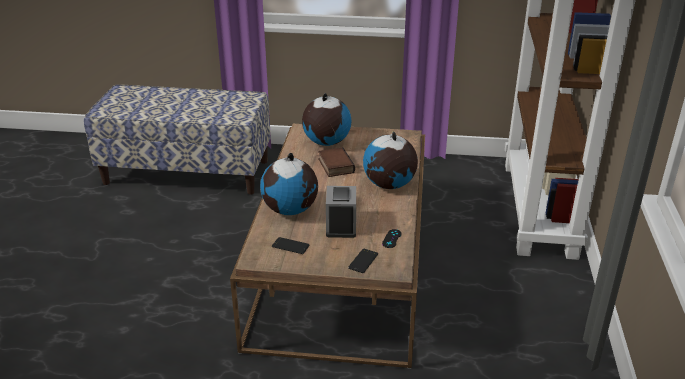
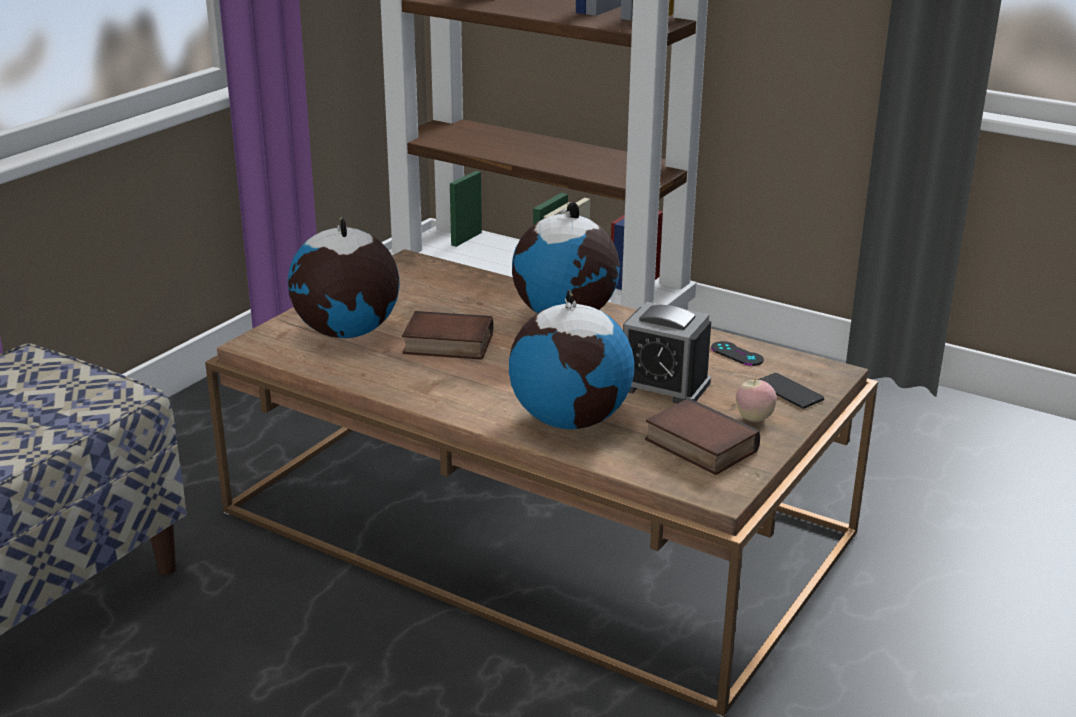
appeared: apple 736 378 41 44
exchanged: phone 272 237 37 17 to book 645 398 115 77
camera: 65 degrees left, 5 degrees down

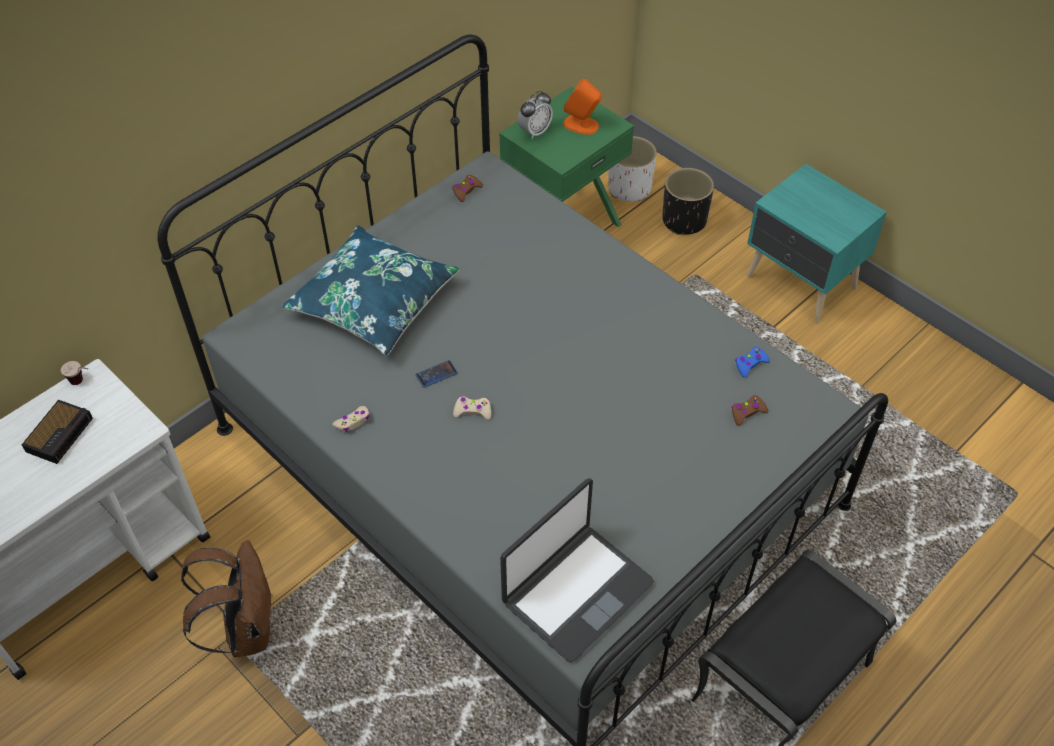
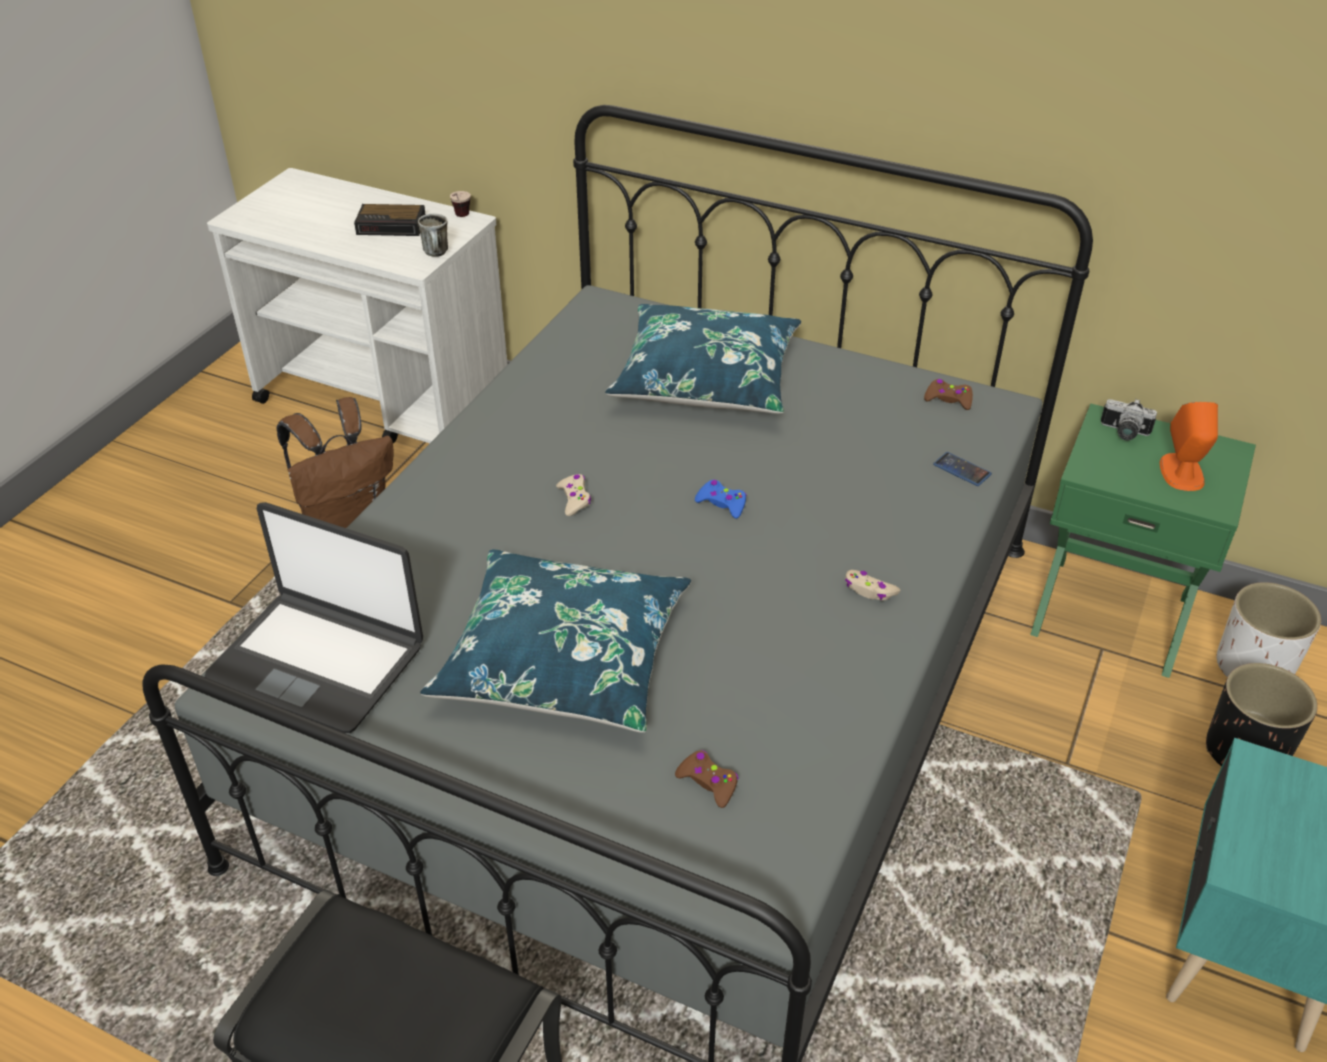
appeared: mug 418 214 30 43; pillow (blue) 420 549 271 184
relocated: game controller (blue) 735 347 35 31 to 695 480 52 39; phone 415 360 43 28 to 933 452 59 34; game controller (beige) 332 406 38 26 to 845 570 55 31
exchanged: alarm clock 518 91 35 48 to photo camera 1101 399 56 42
camera: 70 degrees right, 10 degrees down

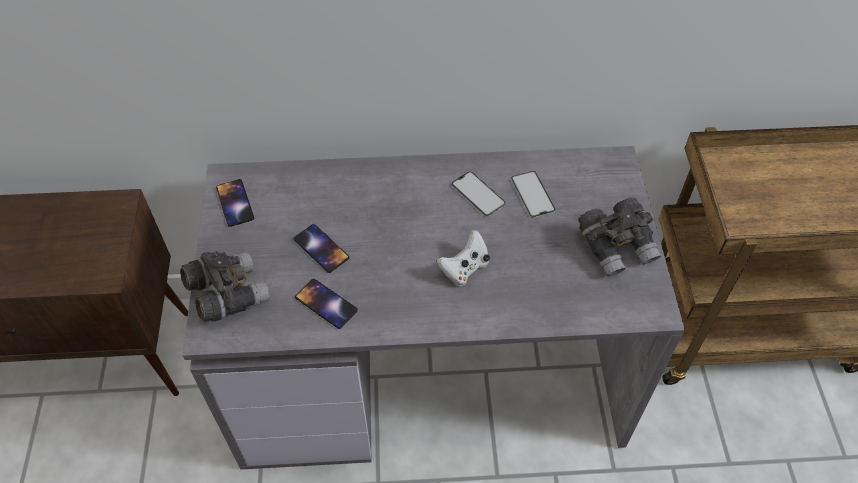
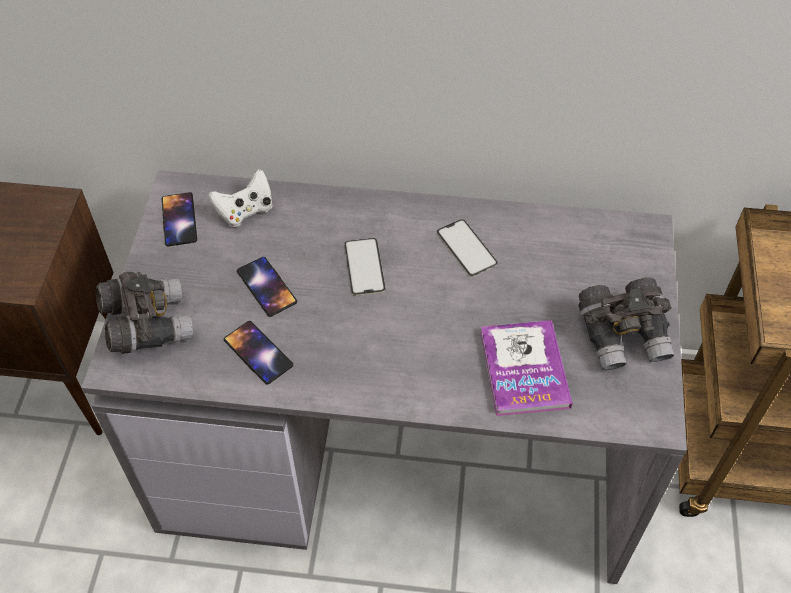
appeared: book 480 320 92 96
relocated: phone 511 171 45 47 to 344 238 42 58; game controller (white) 437 230 53 56 to 209 169 64 58
camera: 10 degrees right, 0 degrees up

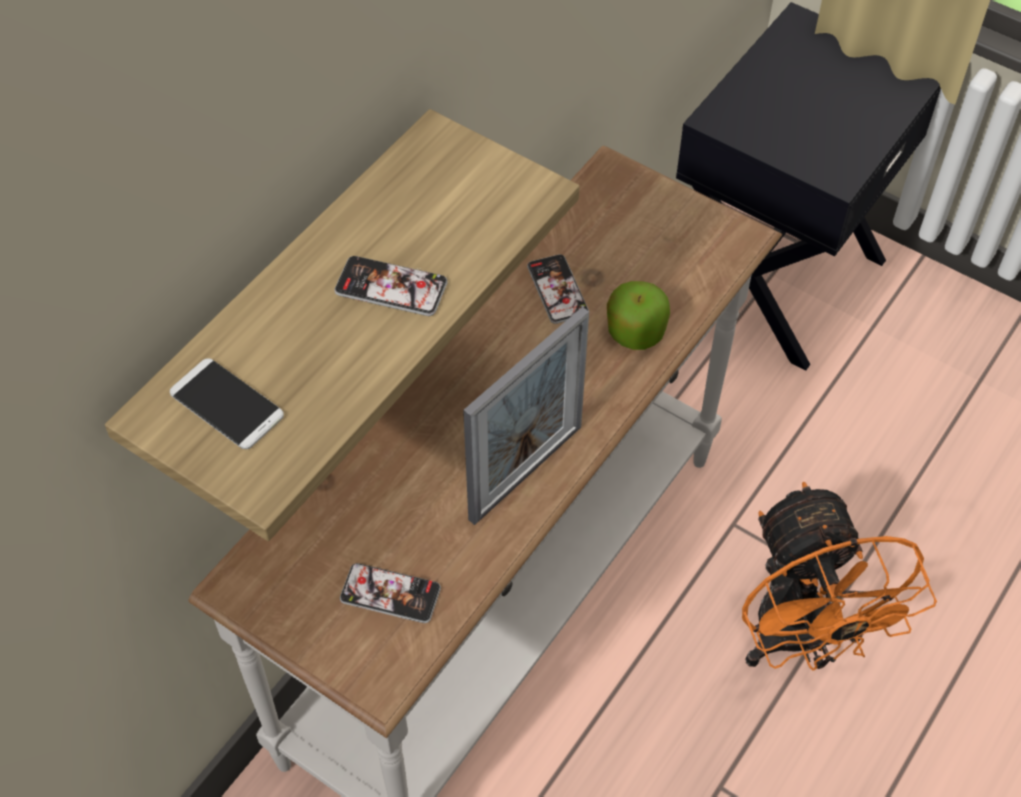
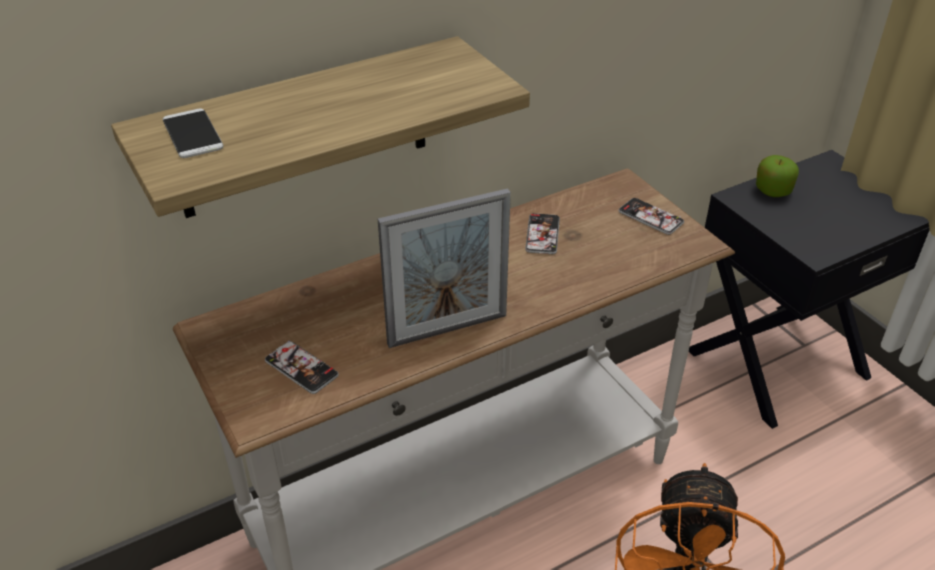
relocated: phone 334 256 114 60 to 618 198 66 37; apple 607 281 63 69 to 756 155 43 42
camera: 25 degrees right, 15 degrees down

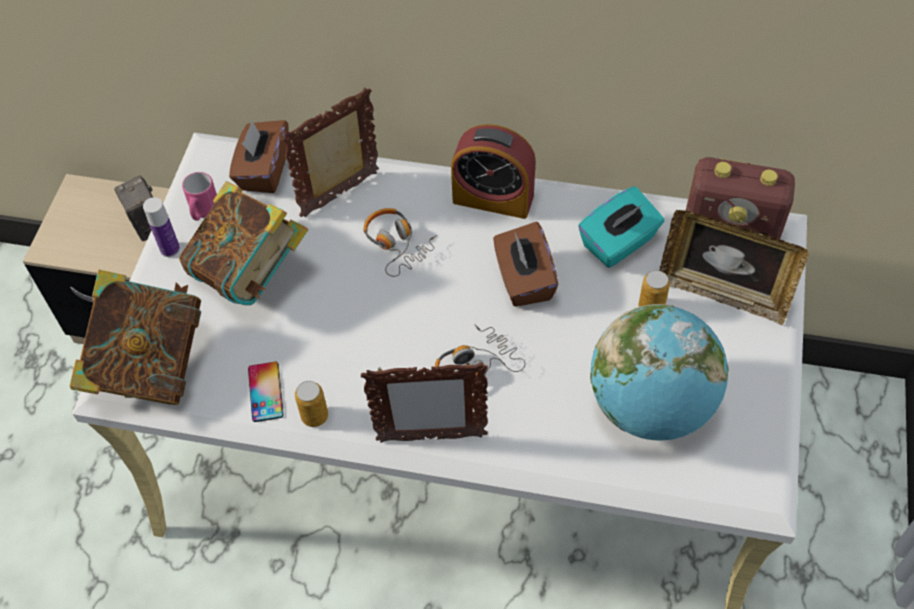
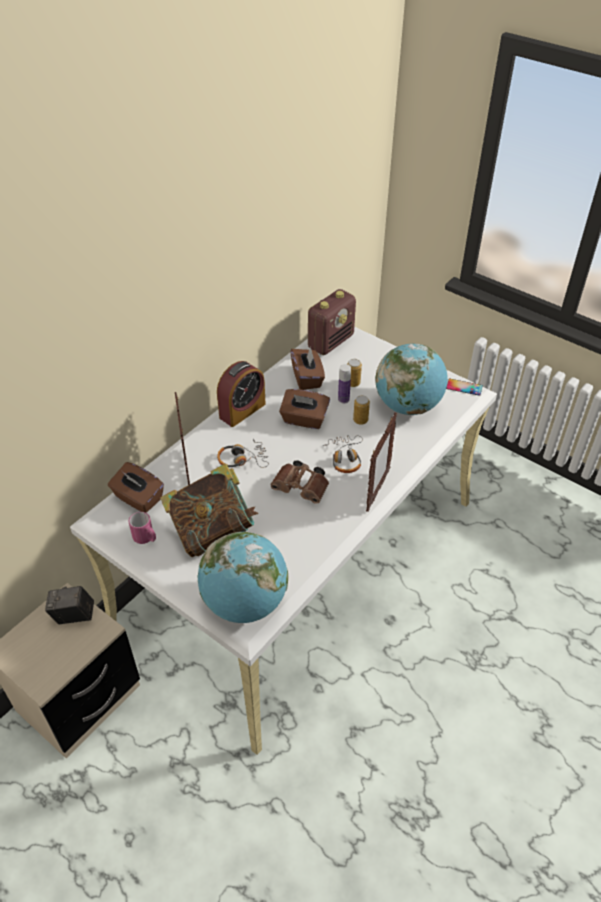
missing: picture frame 659 210 150 115
appeared: binoculars (brown) 271 460 58 44
relocated: bottle 143 197 37 60 to 338 364 13 39; phone 248 362 36 60 to 446 379 37 17; can 295 381 33 46 to 353 395 17 30
exchanged: book 69 270 132 135 to globe 197 532 91 91
colour: tissue box (turquoise) 578 186 87 82 to tissue box (brown) 290 347 35 43
camera: 65 degrees left, 10 degrees down

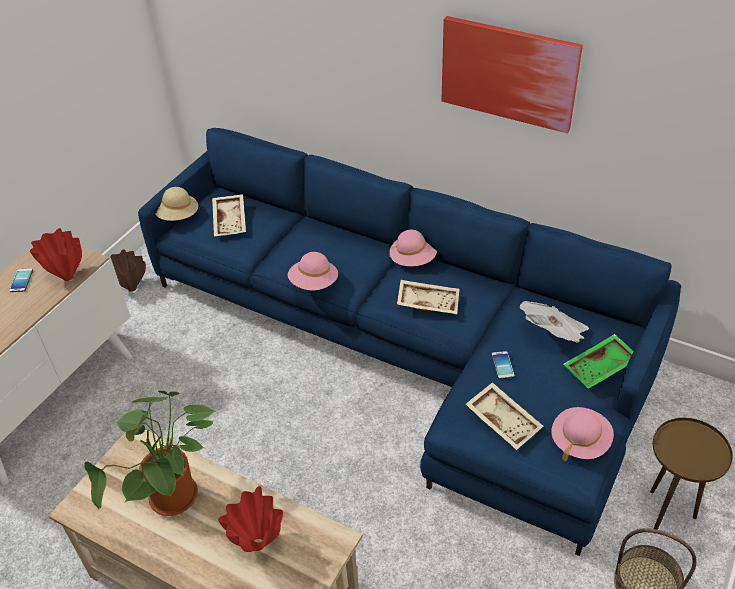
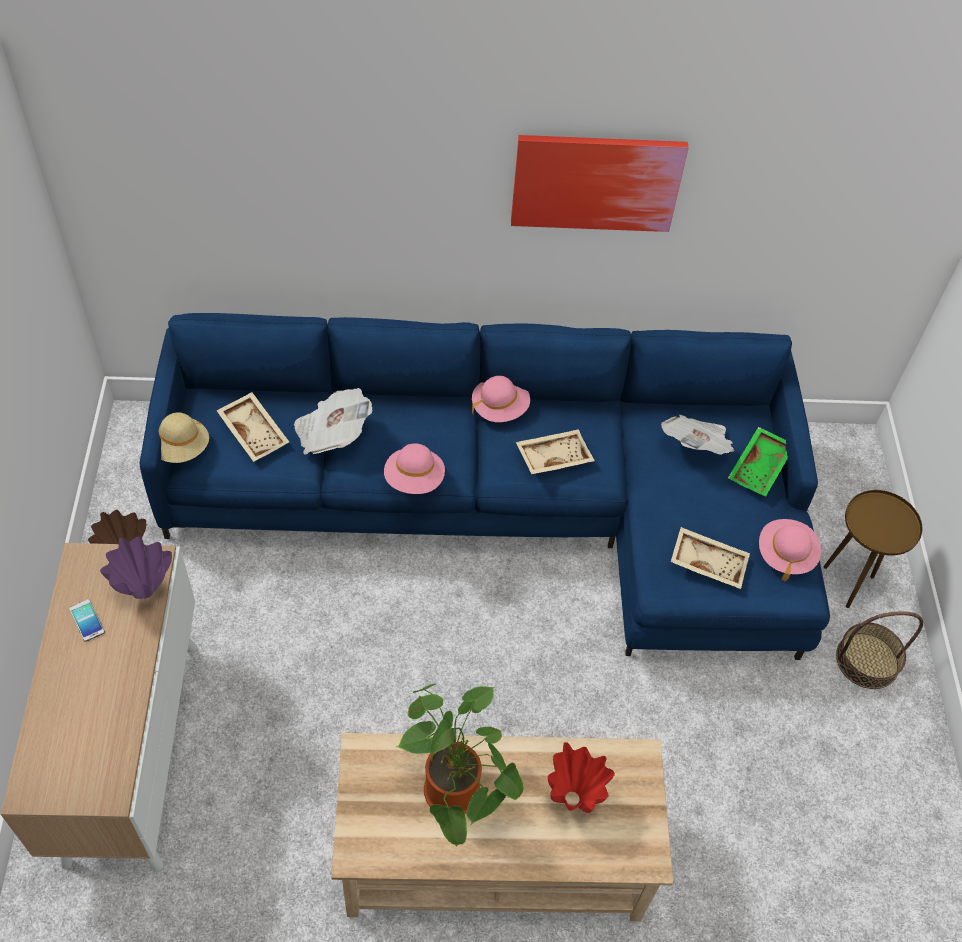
missing: phone 491 351 24 28
appeared: newspaper 294 388 78 67
colour: vase (red) 30 228 52 53 to vase (purple) 100 537 72 62
camera: 35 degrees left, 10 degrees up

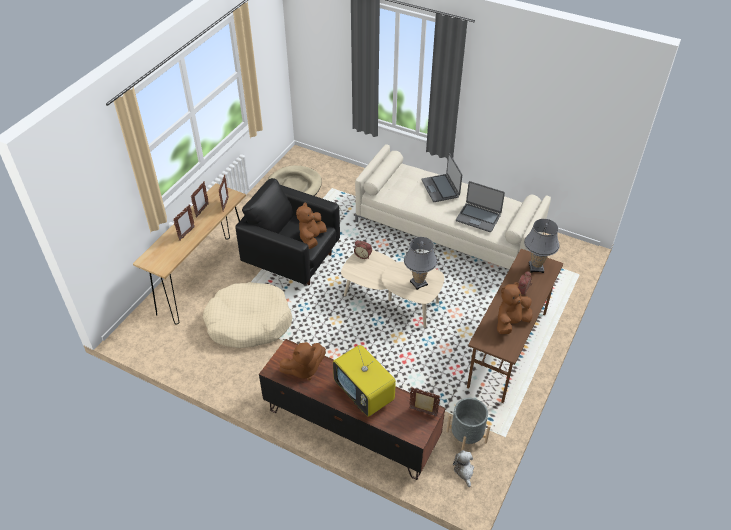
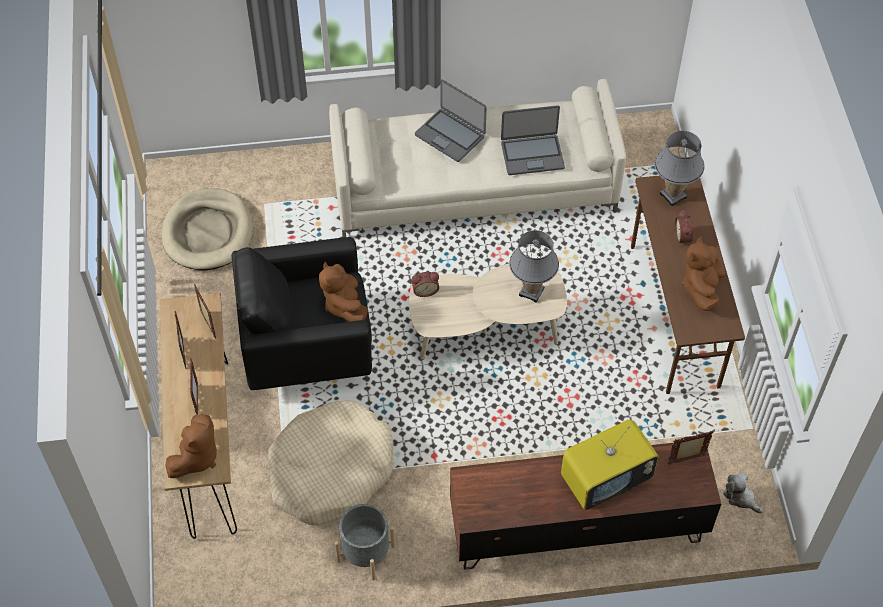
relocated: plush toy (brown) 279 342 47 38 to 165 414 52 64; planter (grey) 446 398 45 53 to 335 504 60 77
spun: television 333 345 63 72 = 561 420 97 90 45 degrees counterclockwise
camera: 35 degrees left, 10 degrees up

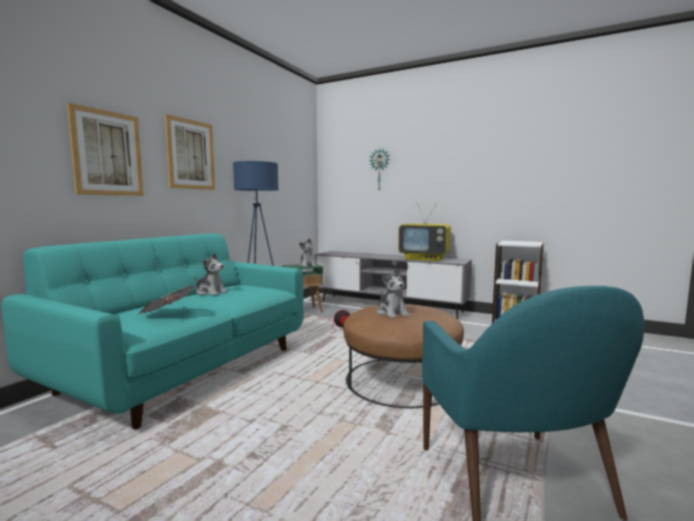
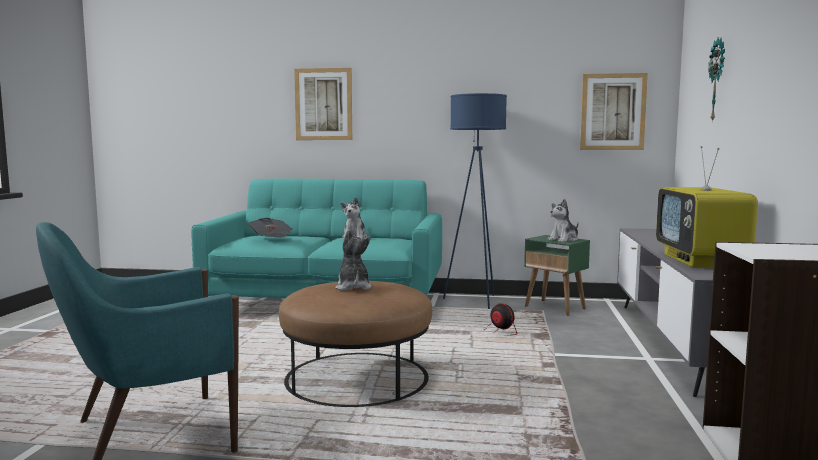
relocated: picture 165 114 50 76 to 580 73 68 77
spun: plush toy 377 268 32 50 = 335 229 37 62 120 degrees clockwise
camera: 70 degrees right, 0 degrees up

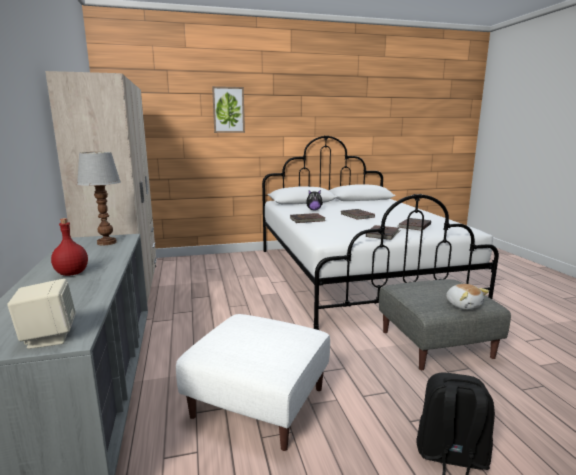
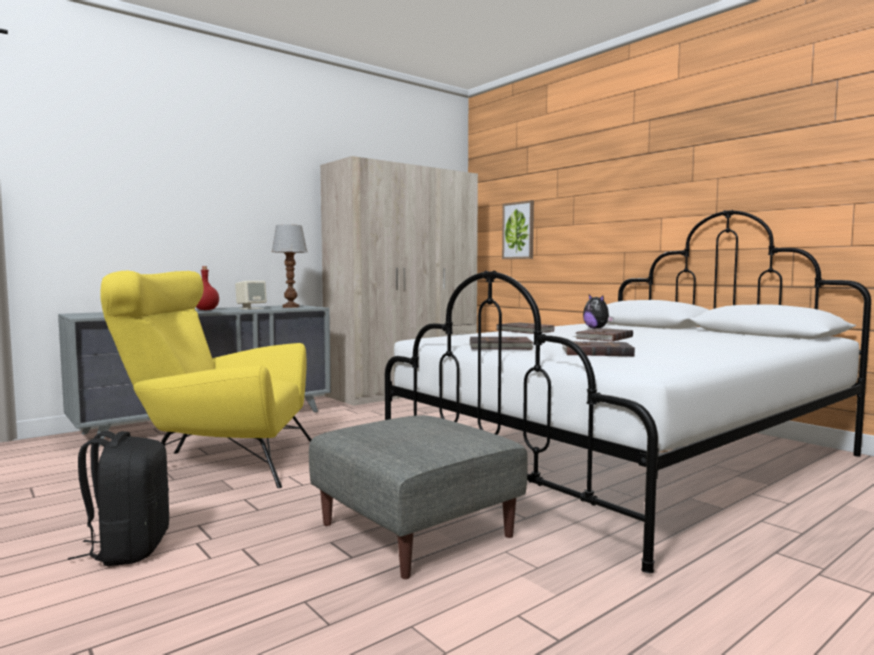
missing: plush toy 446 284 43 26
relocated: picture 212 86 33 47 to 502 200 32 59; speaker (beige) 7 279 69 70 to 235 281 32 29
exchanged: ottoman (white) 176 314 154 137 to armchair (yellow) 100 271 212 217
camera: 65 degrees right, 10 degrees down

